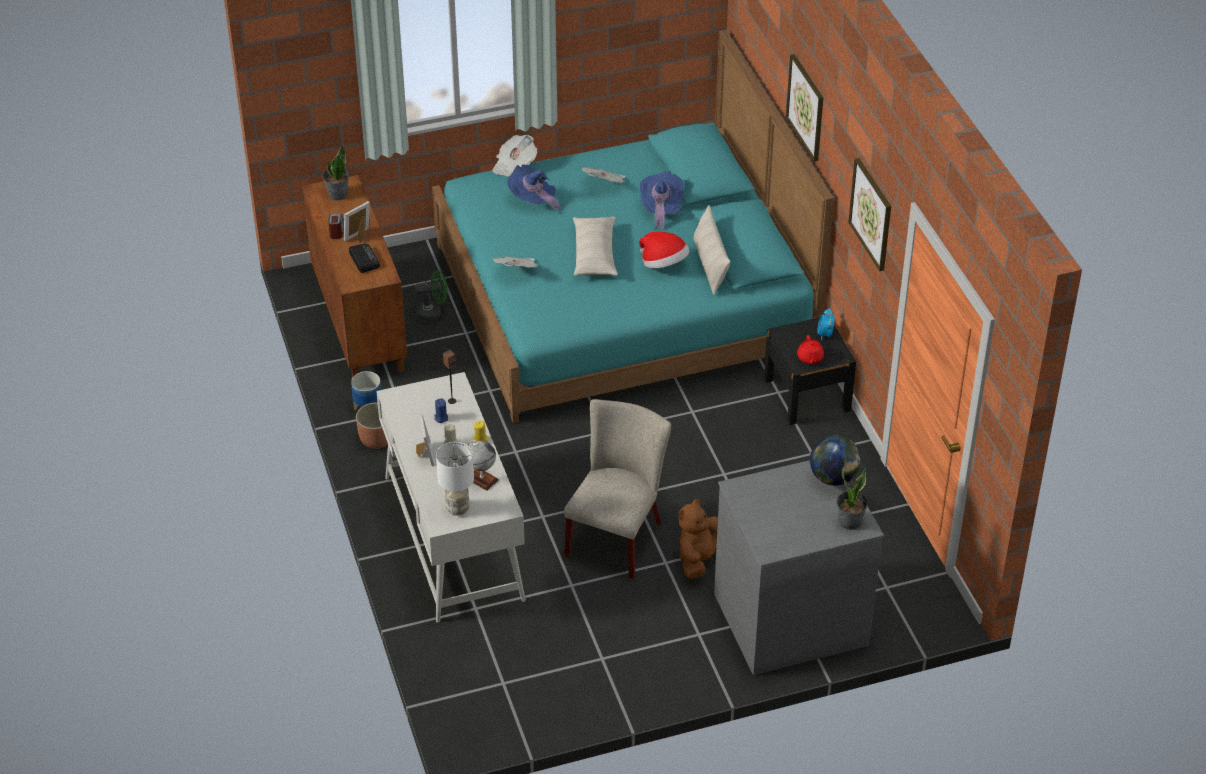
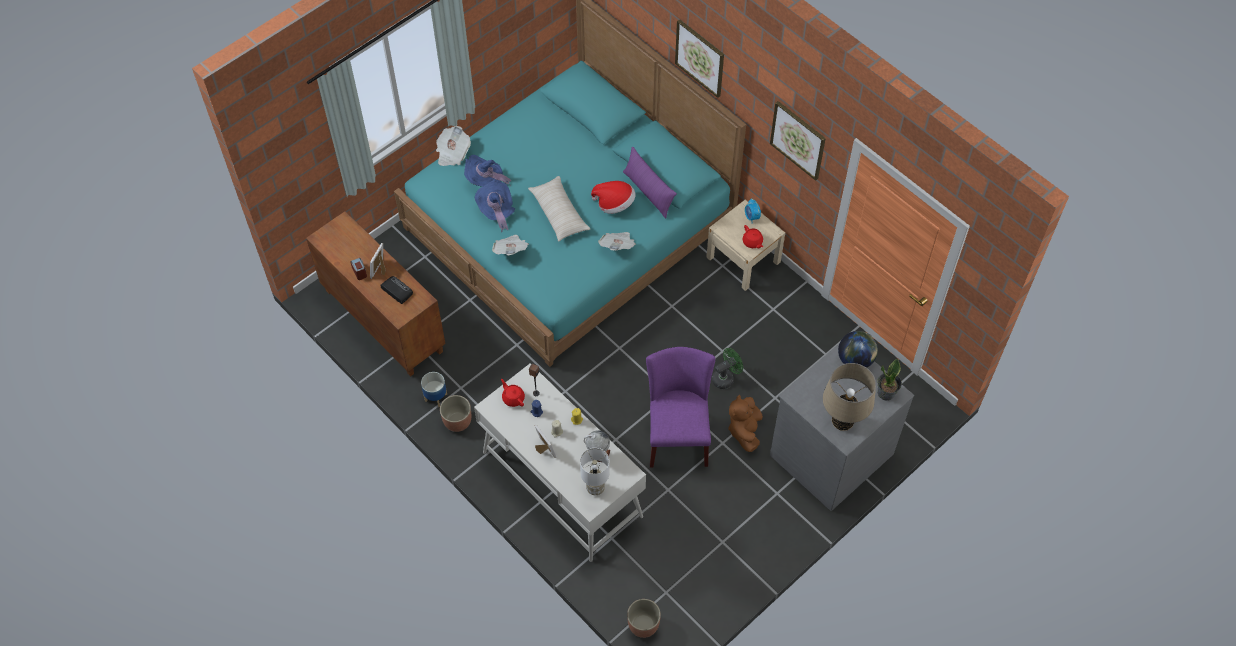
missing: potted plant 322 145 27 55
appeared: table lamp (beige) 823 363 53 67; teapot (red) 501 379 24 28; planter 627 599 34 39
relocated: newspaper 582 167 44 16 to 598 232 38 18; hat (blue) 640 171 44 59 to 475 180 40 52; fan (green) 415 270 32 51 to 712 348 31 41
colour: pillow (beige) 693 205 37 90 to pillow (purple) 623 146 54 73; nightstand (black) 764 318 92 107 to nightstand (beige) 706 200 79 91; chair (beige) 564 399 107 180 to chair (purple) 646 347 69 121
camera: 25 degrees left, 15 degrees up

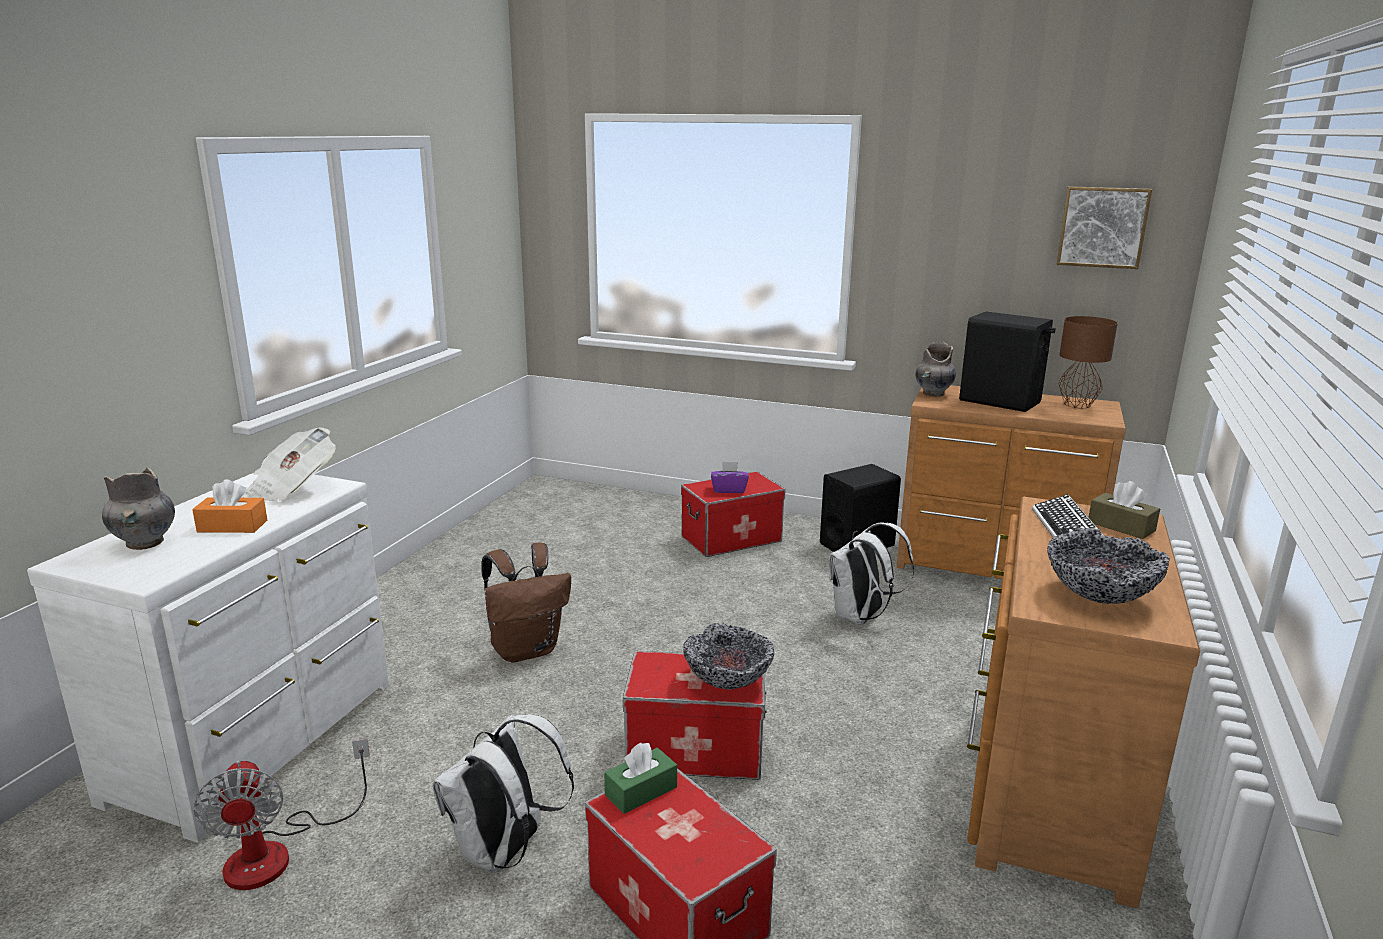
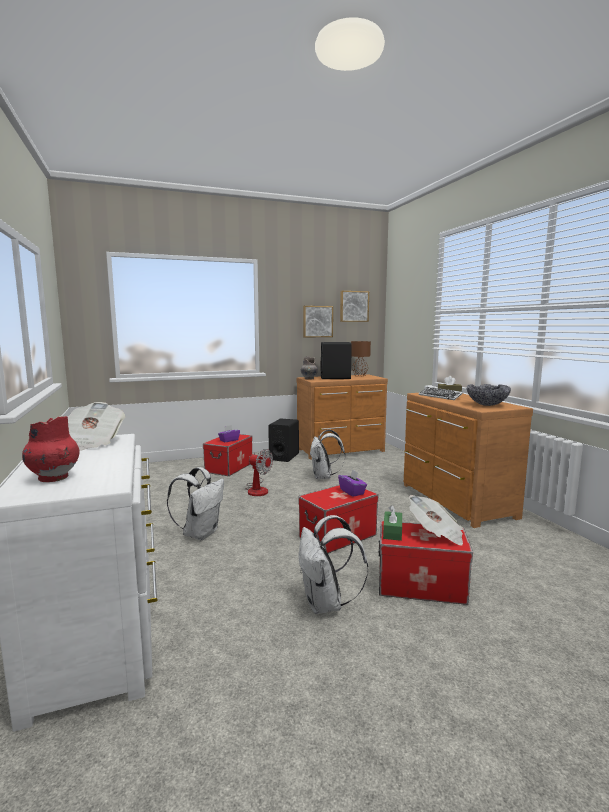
missing: tissue box (orange) 192 479 75 54
appeared: picture 303 306 30 31; newspaper 409 495 54 50
relocated: fan 193 738 177 152 to 246 449 27 47
exchanged: bowl 683 623 91 67 to tissue box (purple) 338 469 29 28
colour: vase (grey) 102 467 73 83 to vase (red) 22 416 58 66; backpack (brown) 481 543 90 120 to backpack (white) 167 467 57 73
camera: 40 degrees left, 10 degrees down

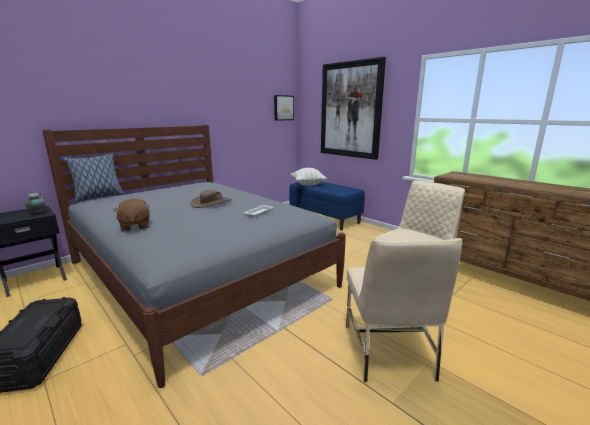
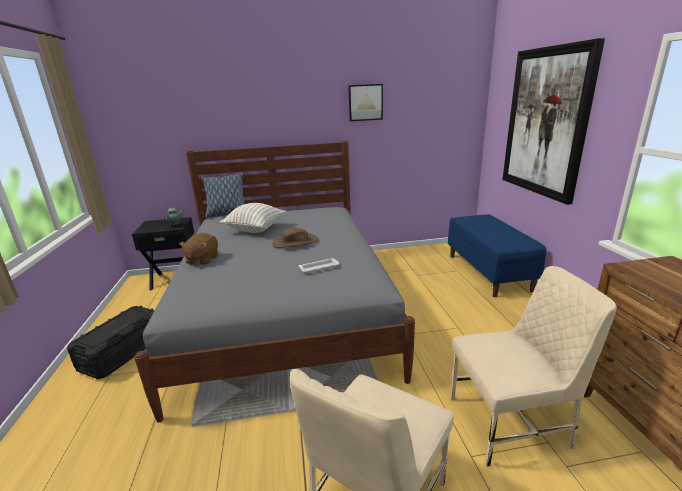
relocated: picture 274 95 20 26 to 348 84 35 37; pillow 291 168 36 18 to 220 203 66 30
camera: 35 degrees right, 5 degrees up

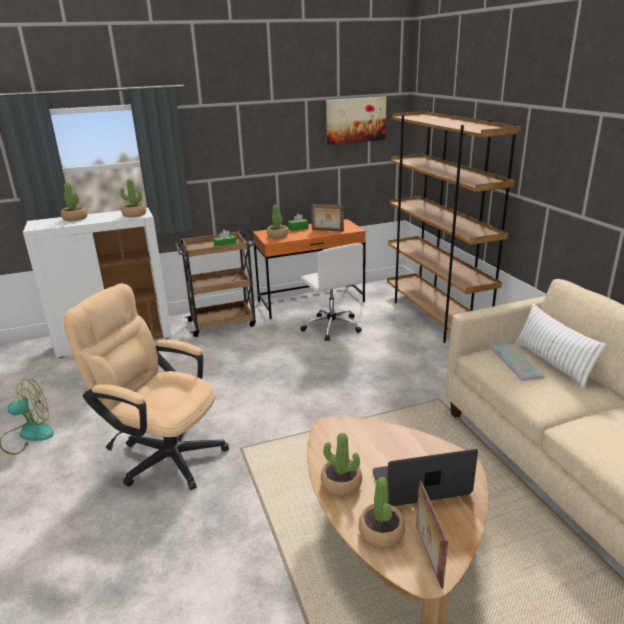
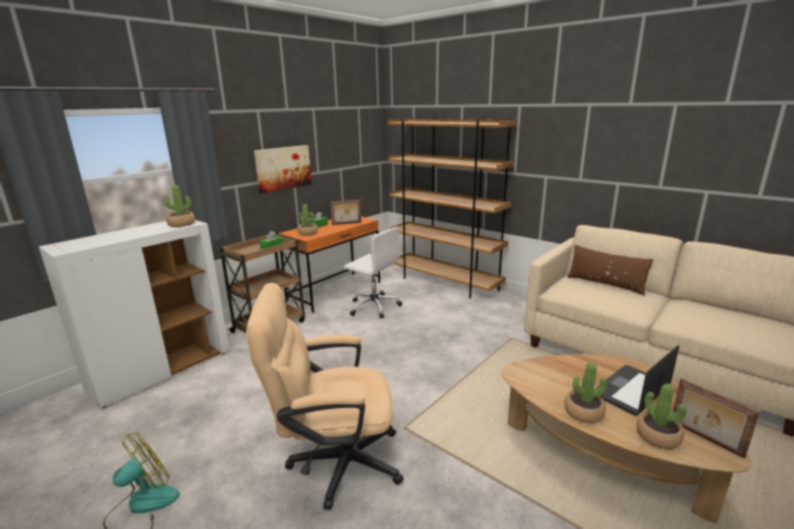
missing: potted plant 61 182 26 39; keyboard 490 343 54 38
relocated: picture 326 96 60 49 to 254 145 58 49
colour: pillow (white) 515 304 92 85 to pillow (brown) 567 245 87 50
camera: 30 degrees left, 5 degrees down

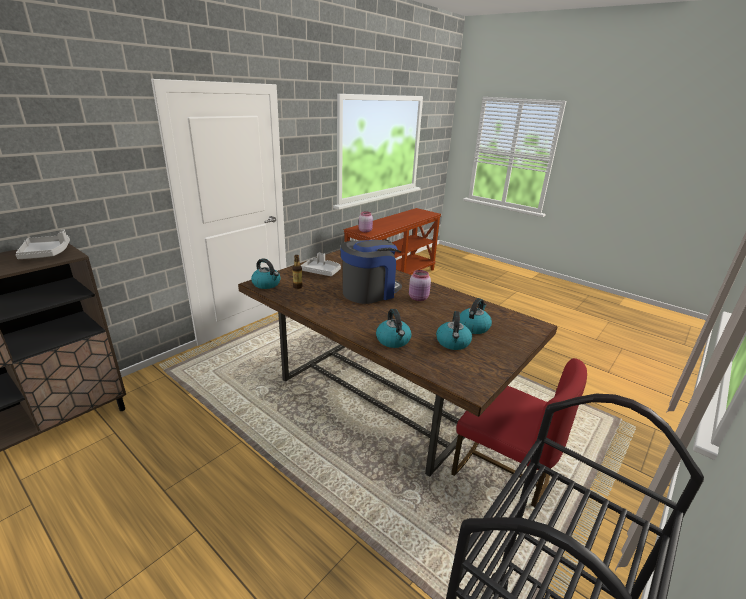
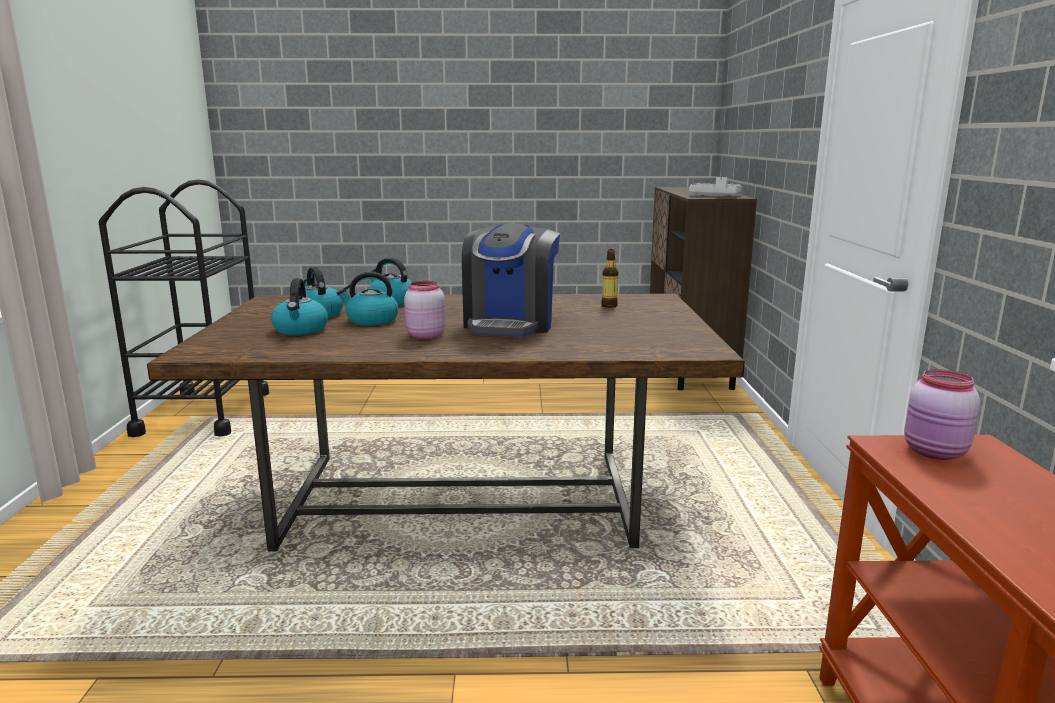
missing: tray (grey) 300 253 41 23; chair (red) 451 358 136 149
relocated: kettle 251 258 30 31 to 337 272 61 54
camera: 140 degrees right, 10 degrees down

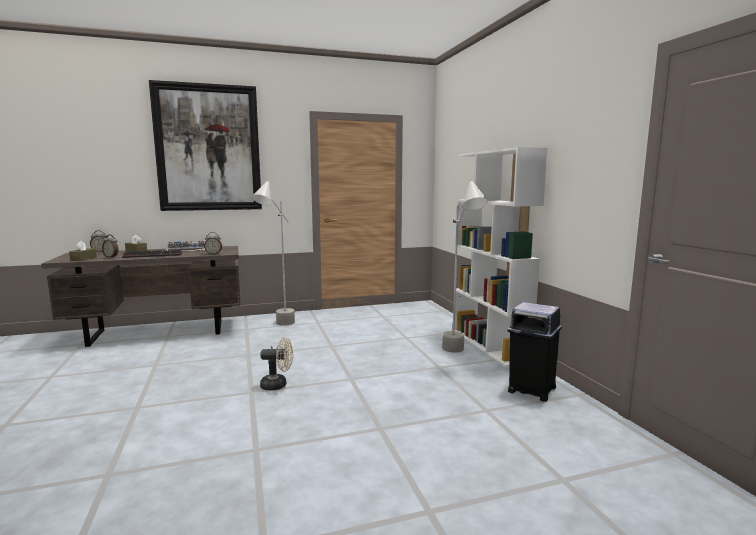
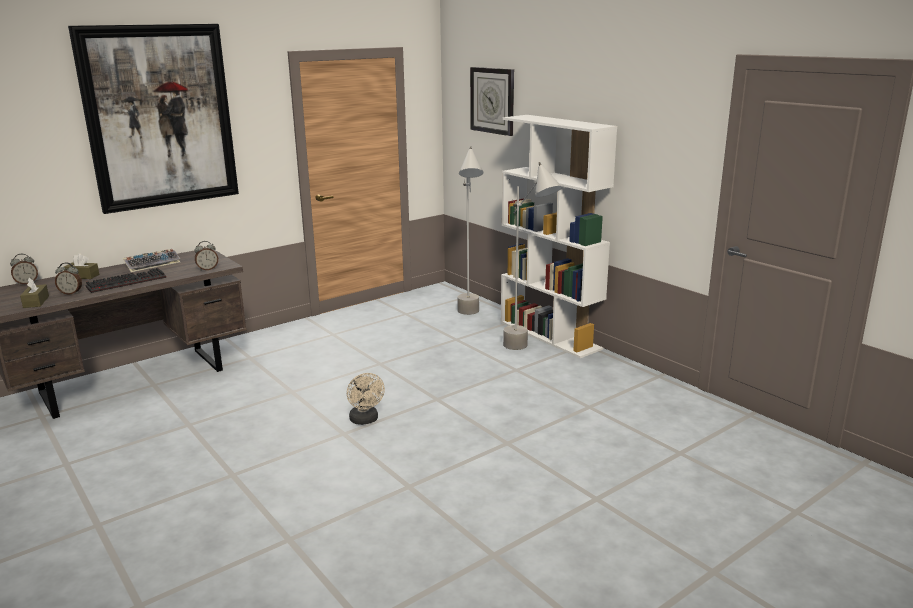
missing: trash can (black) 508 302 54 100
appeared: wall clock 470 67 44 69
relocated: floor lamp (grey) 252 179 43 147 to 458 146 25 169
spun: fan (beige) 260 337 33 53 = 347 373 38 52 90 degrees clockwise
camera: 20 degrees left, 10 degrees up

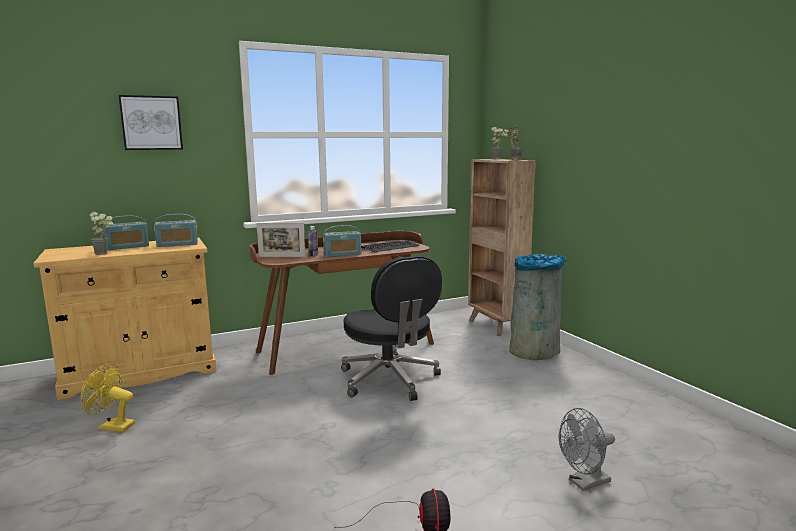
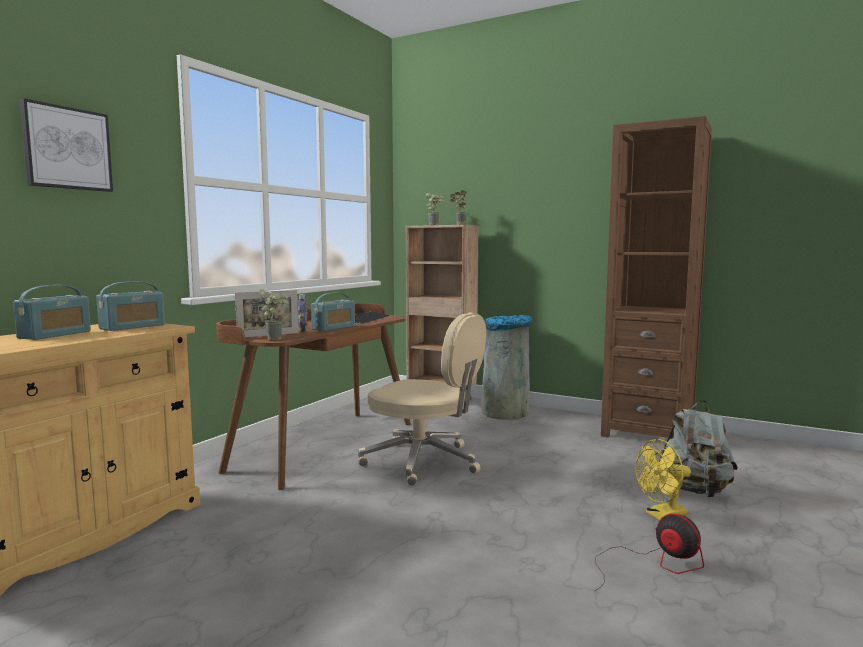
appeared: bookcase (brown) 601 116 111 322
relocated: potted plant 89 212 24 43 to 259 289 30 51; fan (yellow) 81 364 54 68 to 635 439 56 81
exchanged: fan (grey) 559 408 56 83 to backpack (grey) 659 400 79 97
colour: office chair (black) 341 256 101 145 to office chair (beige) 358 312 128 174
camera: 35 degrees left, 5 degrees down

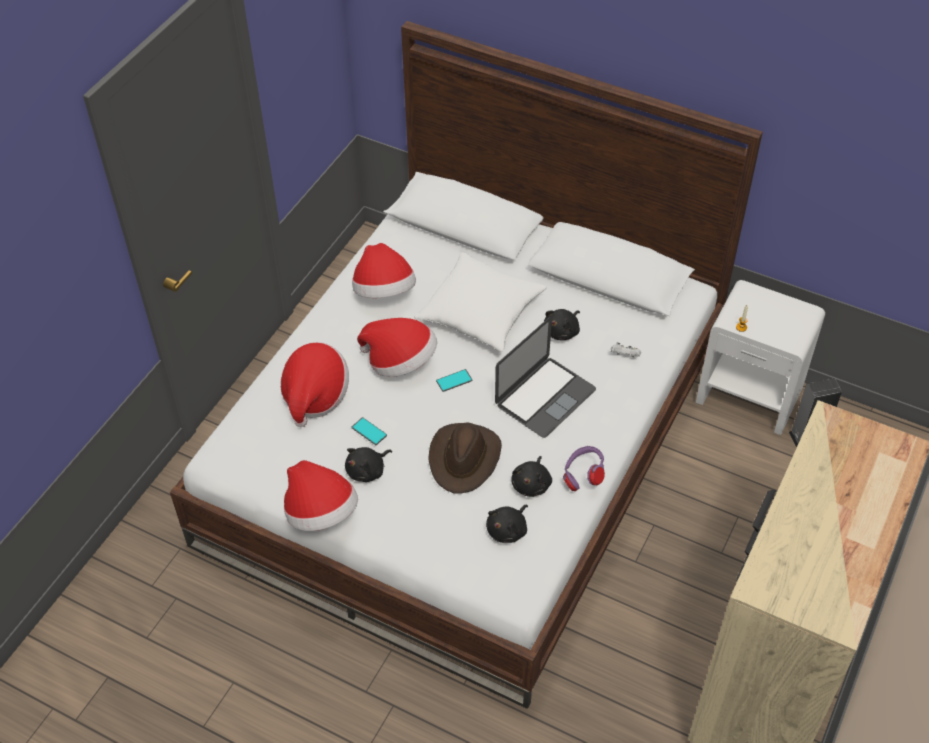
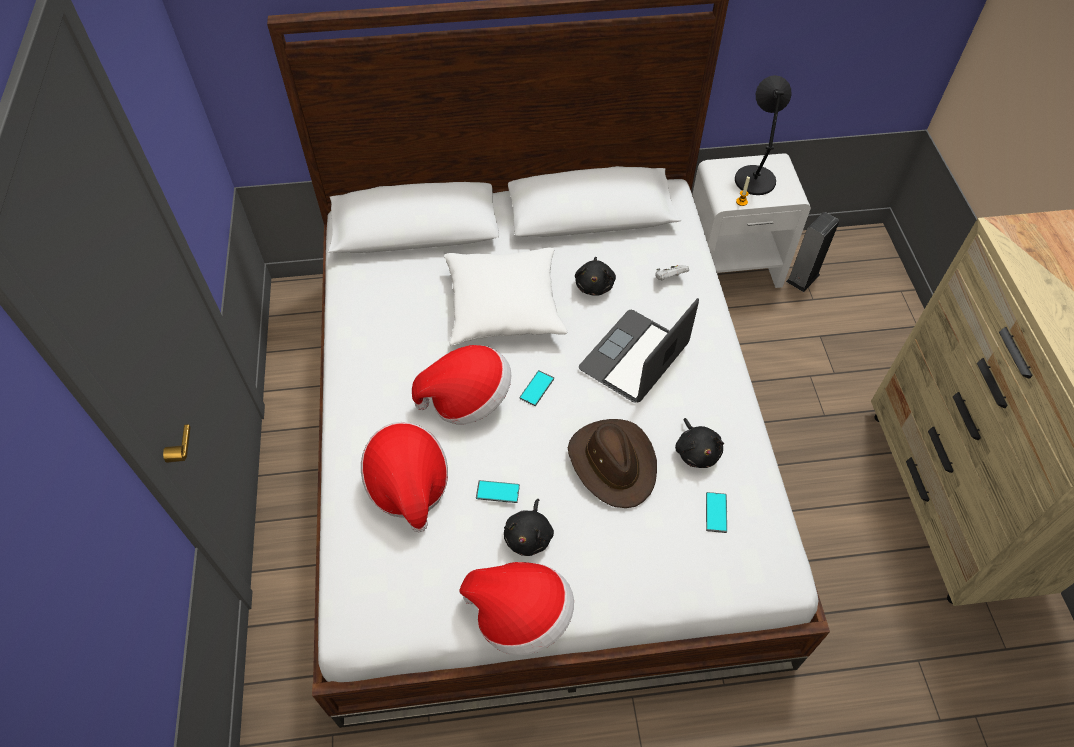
missing: hat 352 243 64 55; headphones (purple) 563 446 42 45
appeared: table lamp (black) 735 75 57 120
exchanged: plush toy (black) 486 505 42 38 to phone 706 492 21 41
spun: laptop 495 317 101 121 = 579 298 120 105 150 degrees counterclockwise
camera: 35 degrees left, 5 degrees up

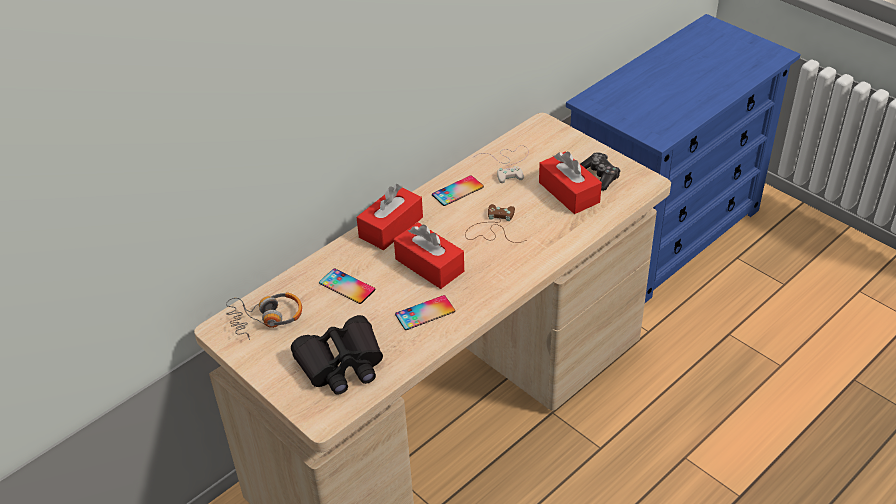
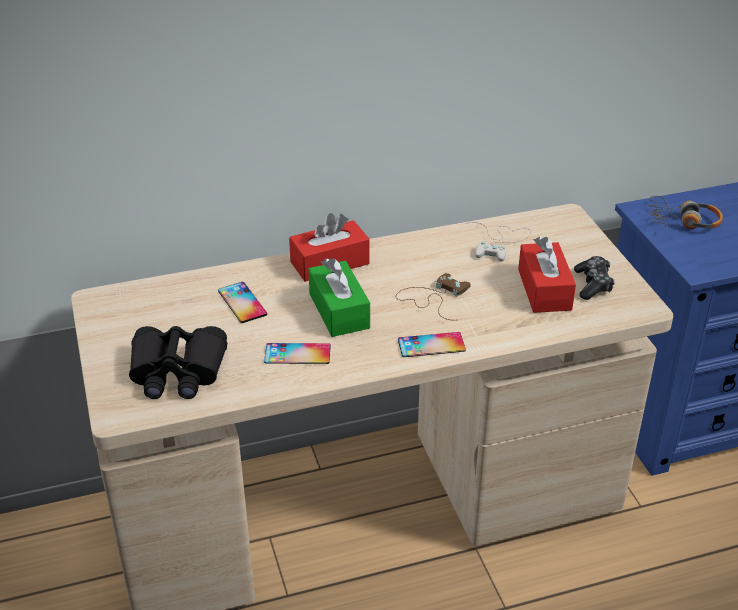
relocated: phone 432 175 52 31 to 398 332 68 25; headphones 226 292 76 48 to 648 196 75 33
colour: tissue box (red) 394 222 70 67 to tissue box (green) 308 258 62 79
camera: 25 degrees right, 5 degrees down

